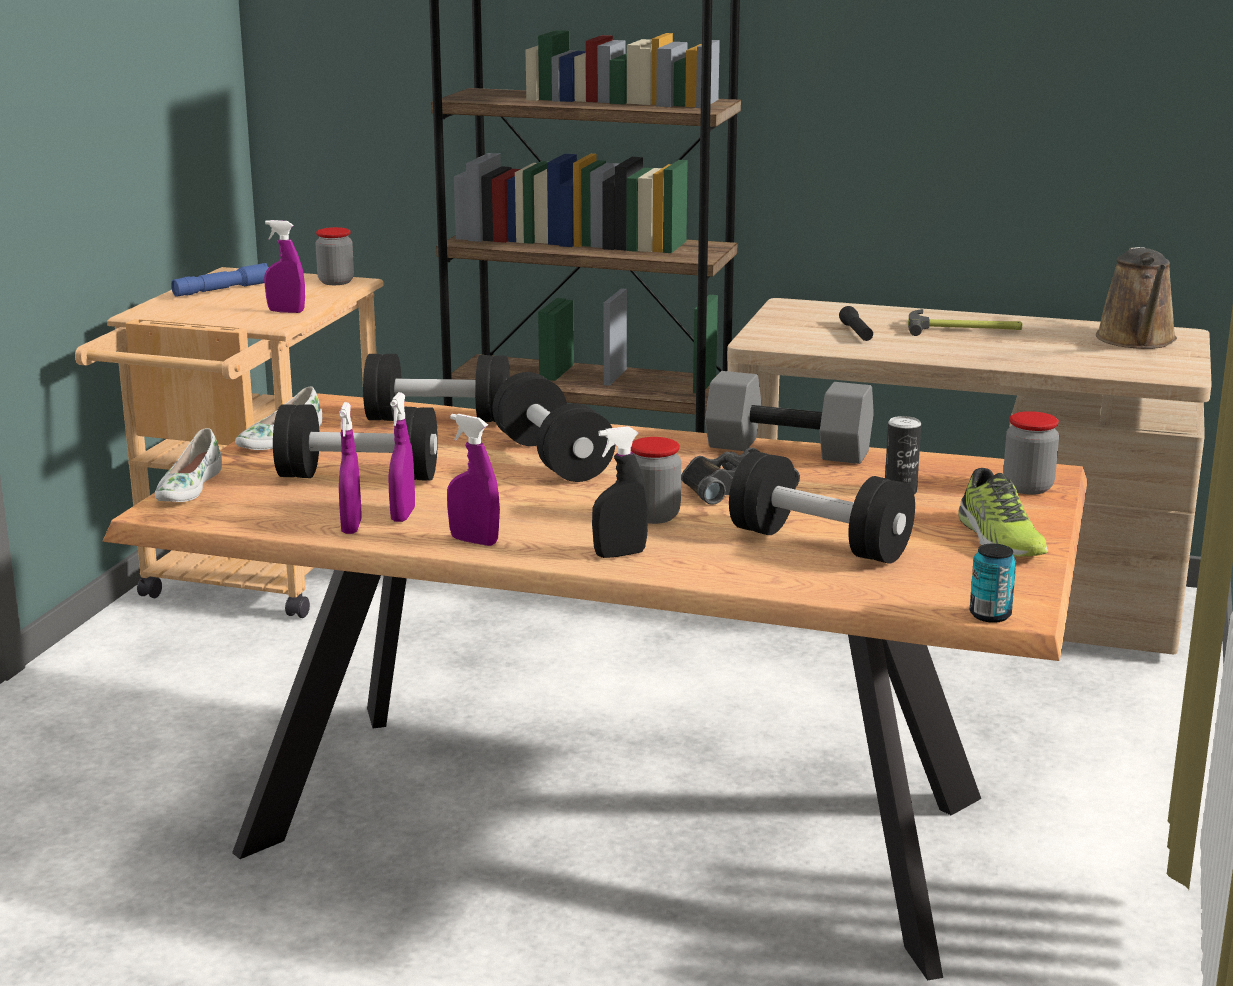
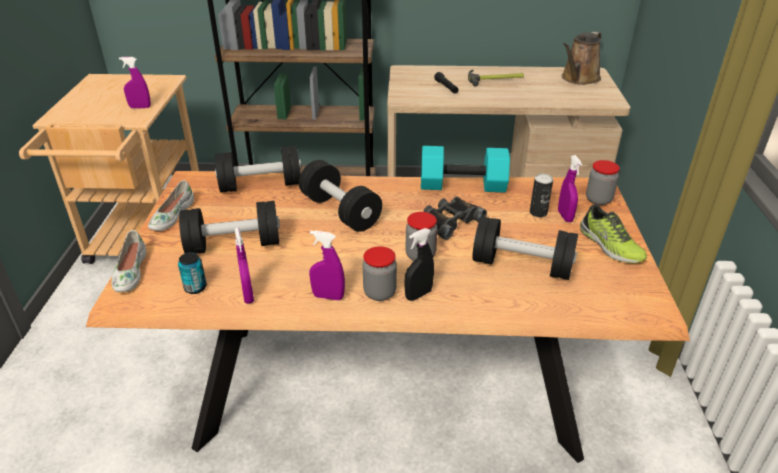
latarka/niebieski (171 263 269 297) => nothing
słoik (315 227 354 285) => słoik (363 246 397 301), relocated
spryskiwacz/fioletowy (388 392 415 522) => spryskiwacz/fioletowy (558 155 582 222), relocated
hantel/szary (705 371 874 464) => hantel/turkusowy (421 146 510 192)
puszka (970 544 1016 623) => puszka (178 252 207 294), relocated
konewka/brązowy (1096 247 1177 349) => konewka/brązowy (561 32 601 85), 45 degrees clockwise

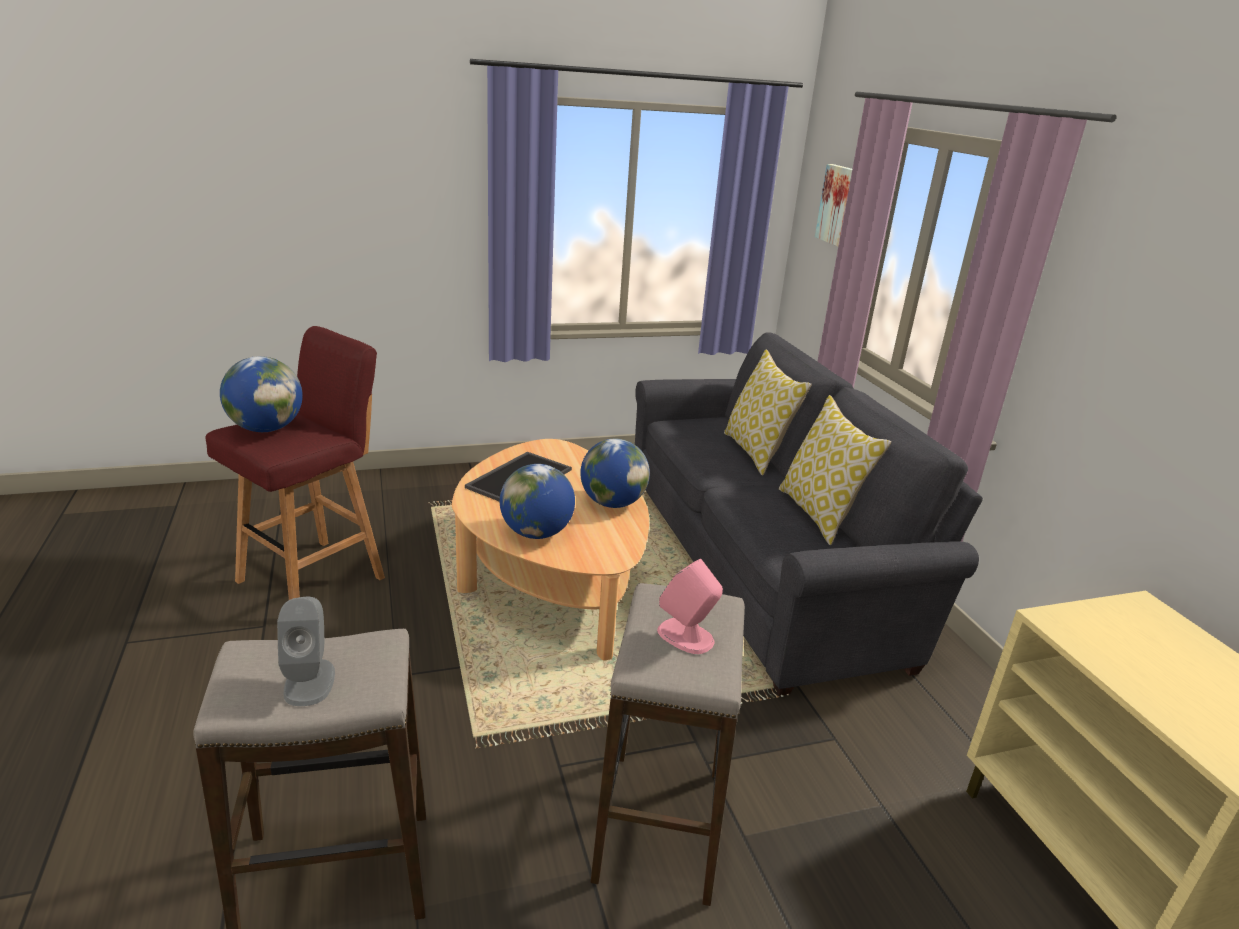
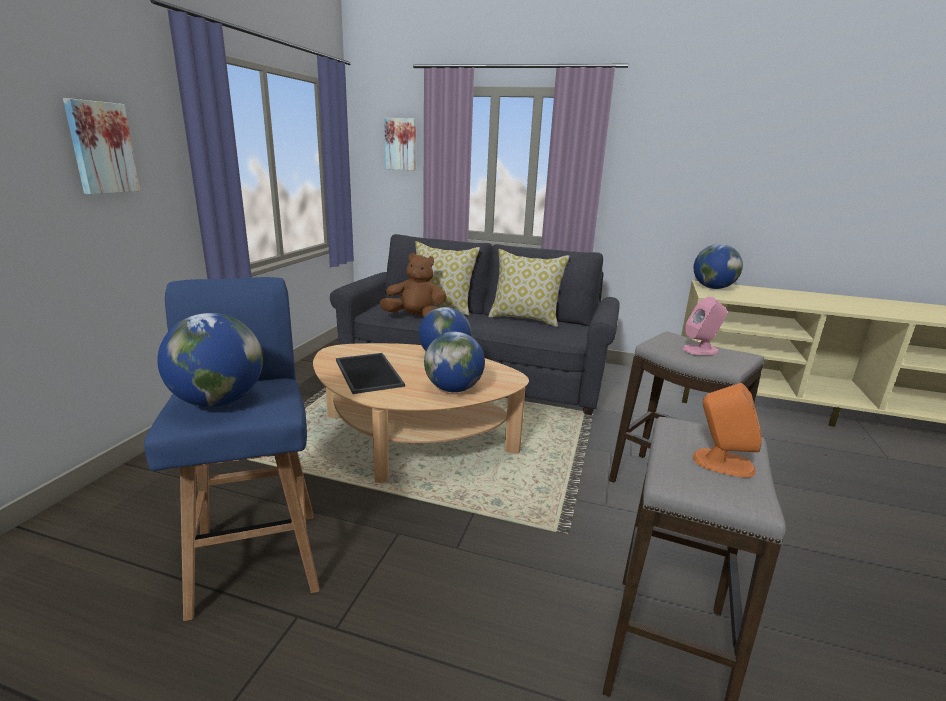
stołek/czerwony (206 326 385 600) => stołek/niebieski (144 277 319 621)
głośnik/szary (277 596 335 706) => głośnik/pomarańczowy (693 383 762 477)
nothing => obraz (63 98 140 194)
nothing => pluszak/brązowy (380 253 447 318)
nothing => globus (694 244 743 289)

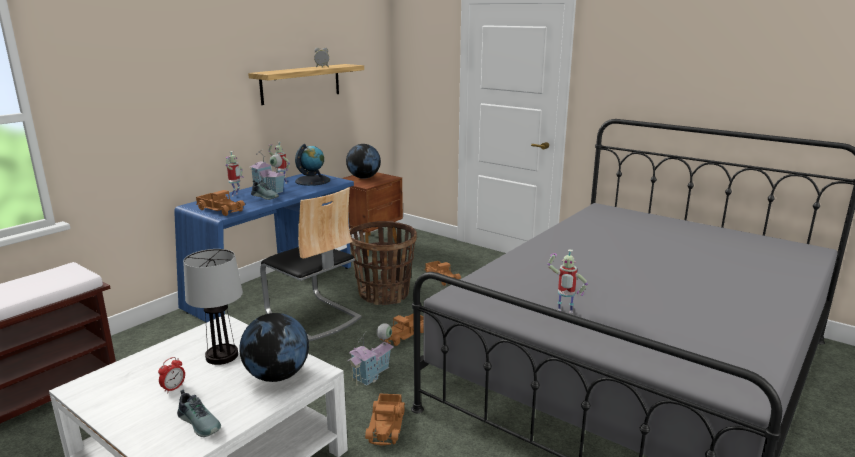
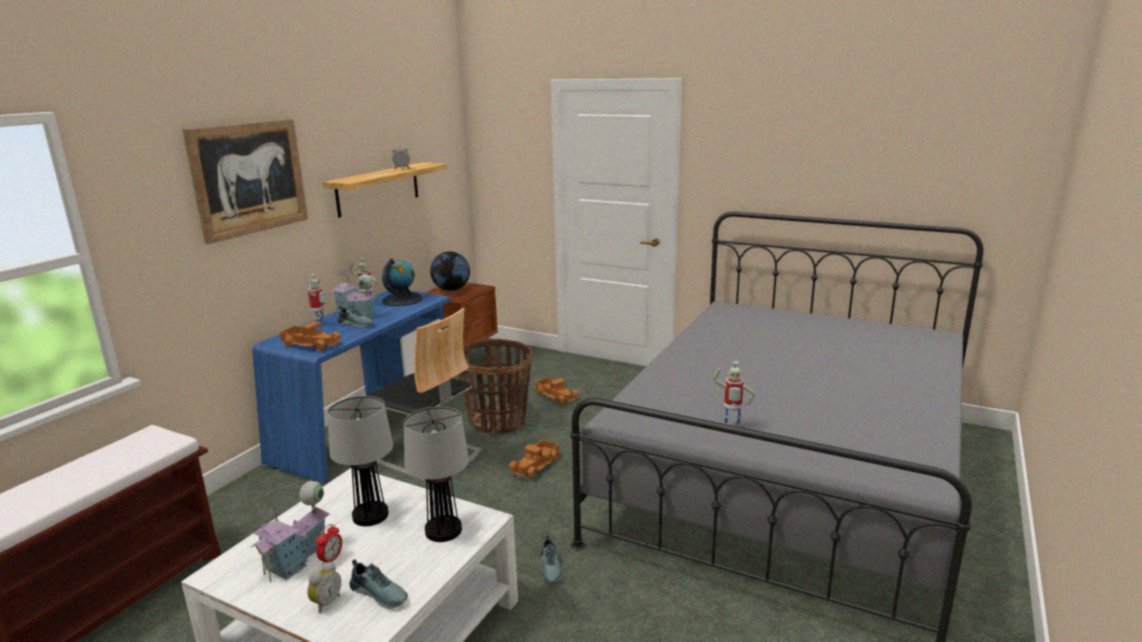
globus (239 313 309 382) => lampa stołowa (404 407 469 542)
domek (348 323 394 386) => domek (251 481 330 582), relocated
ciężarówka zabawkowa (365 393 405 445) => but (541 535 563 583)
nothing => obraz (182 119 308 244)
nothing => budzik (307 562 341 613)

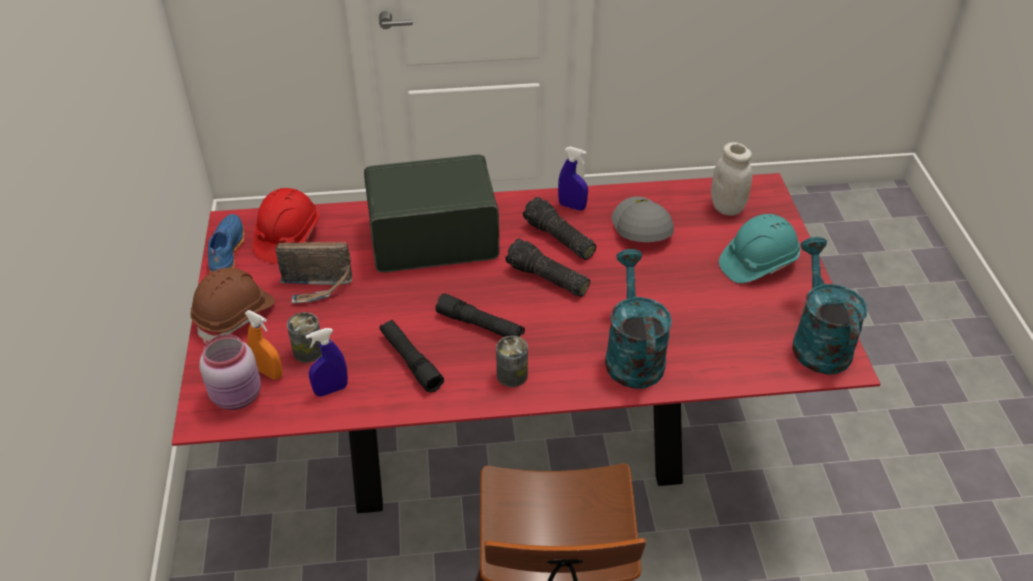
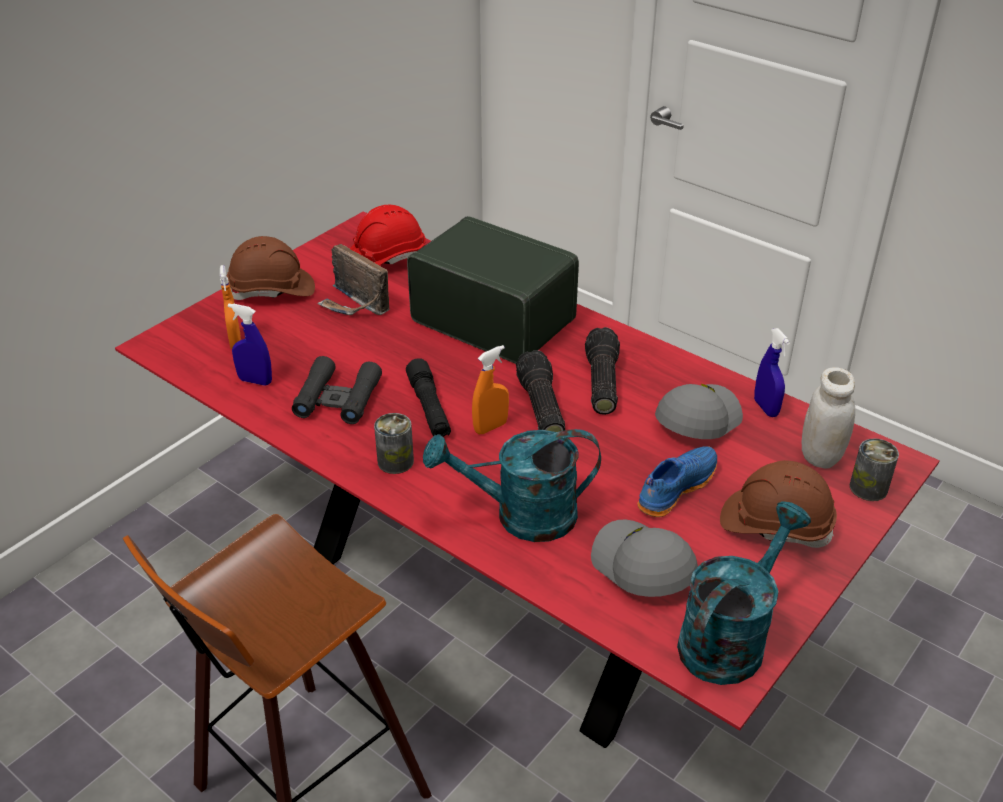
słoik/różowy (200 334 261 410) => nothing
but/niebieski (208 214 244 273) => but/niebieski (637 446 717 517), relocated
puszka (287 312 322 363) => puszka (849 438 899 501), relocated
latarka/czarny (380 319 444 393) => lornetka/czarny (292 356 382 424)
spryskiwacz/niebieski (558 147 588 211) => spryskiwacz/niebieski (754 328 790 417), relocated
konewka/turkusowy (605 249 672 389) => konewka/turkusowy (423 429 601 542), 135 degrees counterclockwise
kask/turkusowy (719 214 800 283) => kask/brązowy (720 460 837 548)
nothing => spryskiwacz/pomarańczowy (472 345 509 434)
nothing => czapka z daszkiem/szary (591 519 698 597)

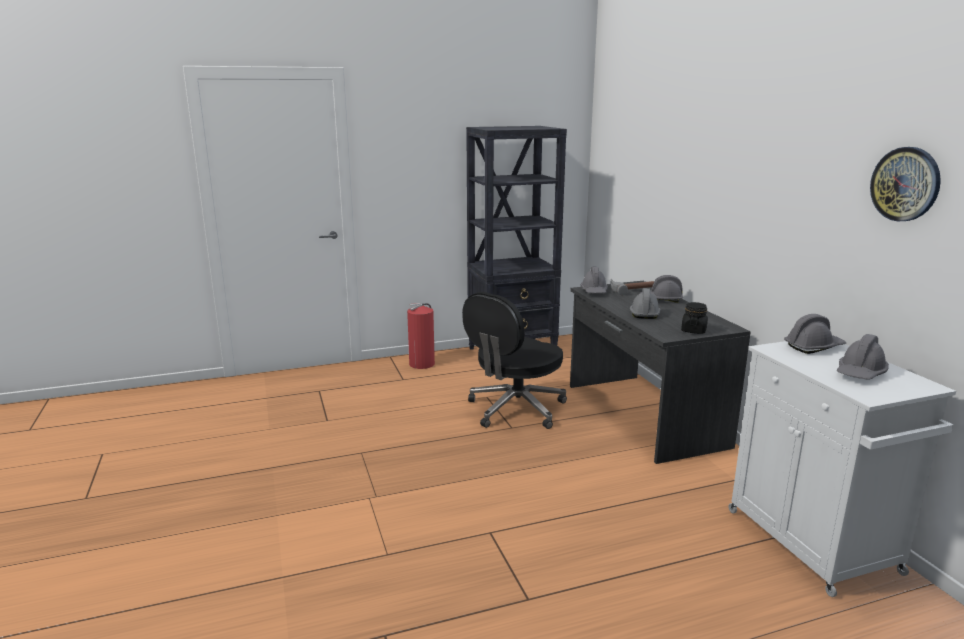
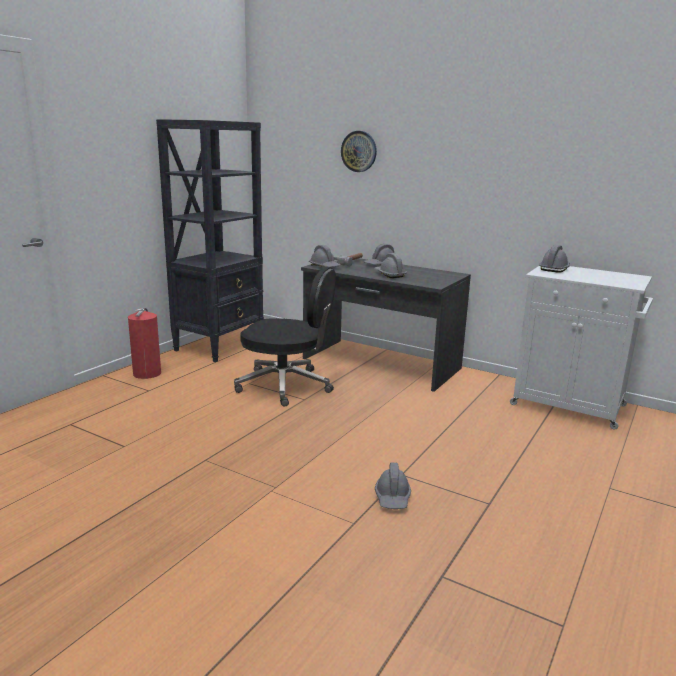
krzesło biurowe/czarny (462 292 567 429) => krzesło biurowe/czarny (234 267 336 407), 75 degrees counterclockwise
słoik/czarny (681 302 708 334) => nothing
kask/szary (837 334 889 380) => kask/szary (375 463 411 509), relocated
zegar ścienny (870 147 941 221) => zegar ścienny (341 131 377 172), relocated

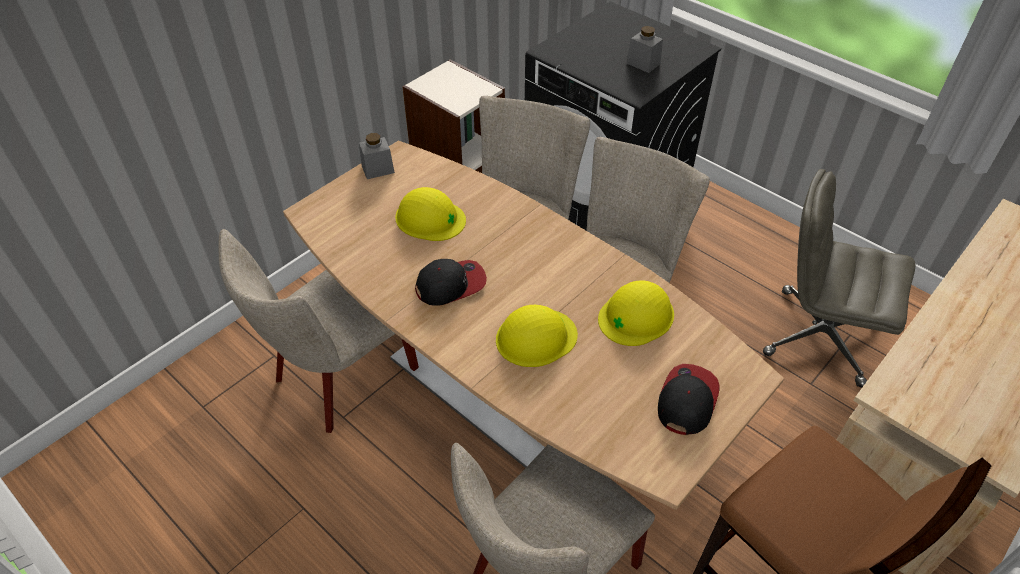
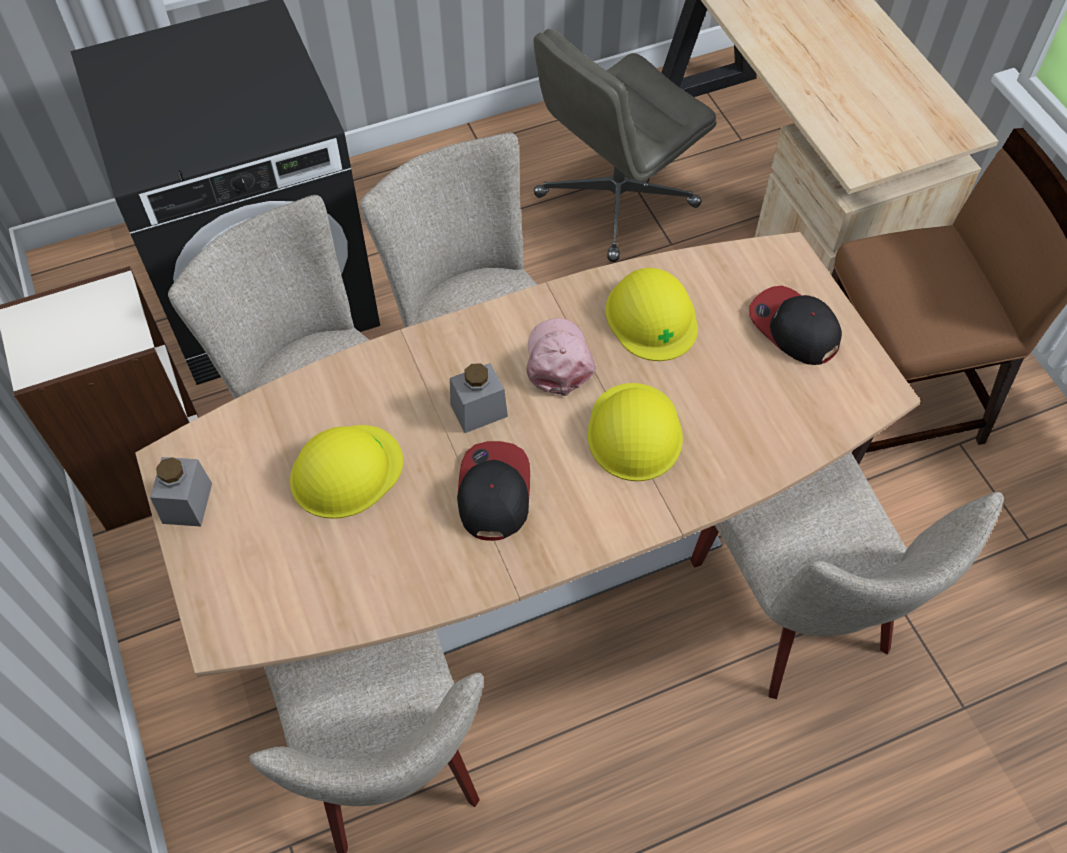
słoik/szary (626 26 663 73) => słoik/szary (450 363 508 433), relocated
nothing => czapka z daszkiem/różowy (526 318 596 396)

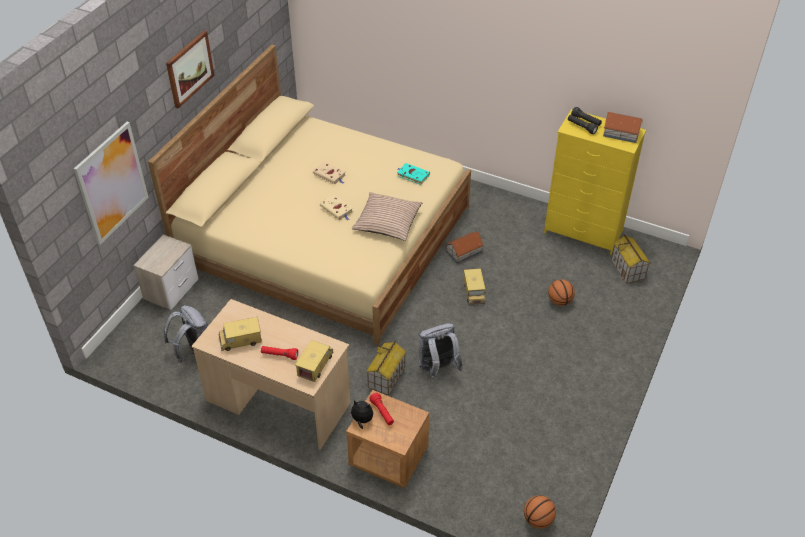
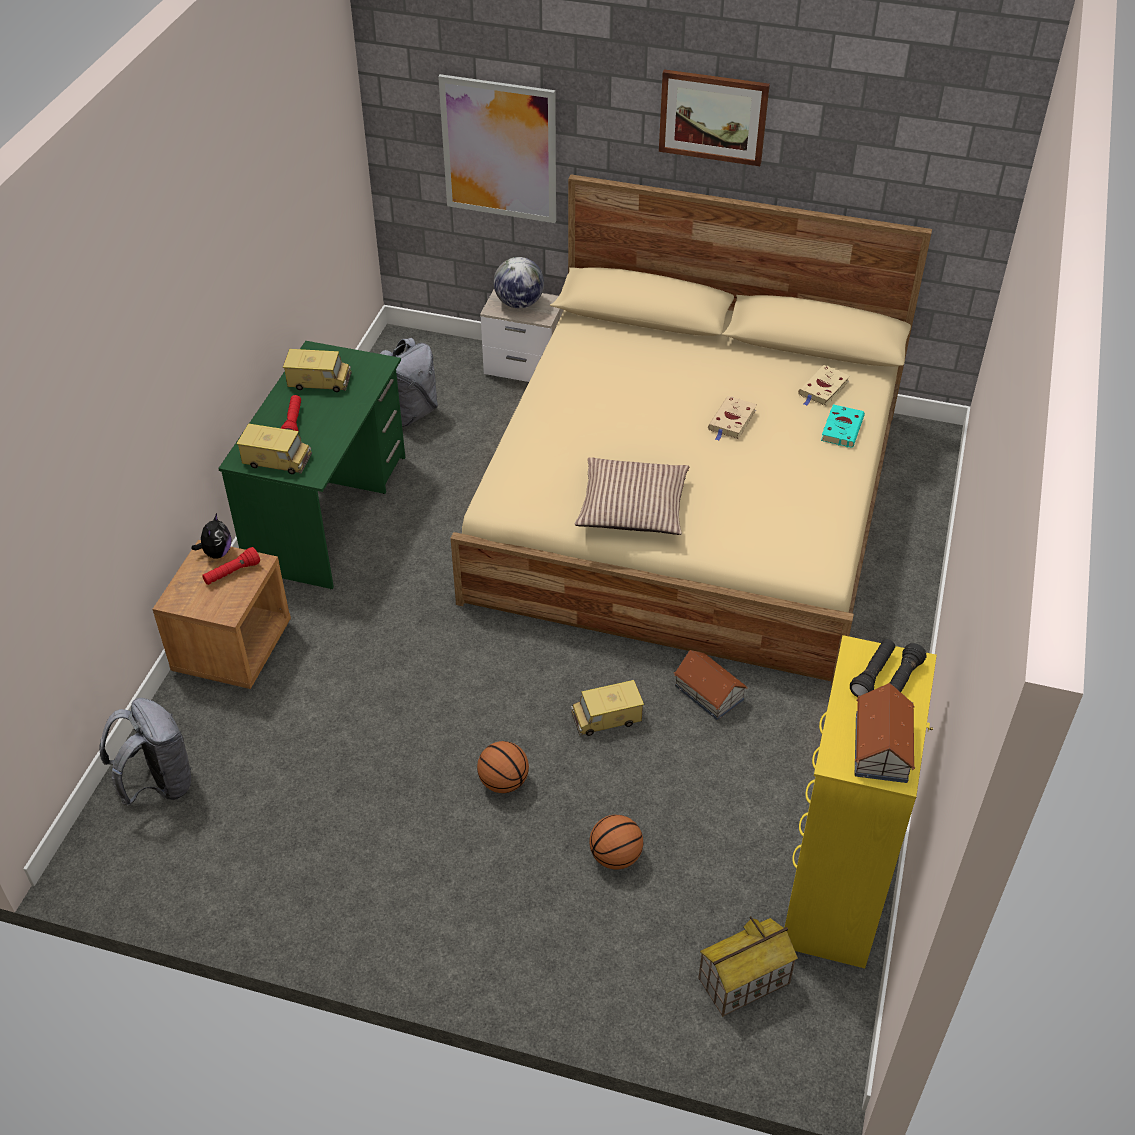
biurko/beżowy (191 299 351 450) => biurko/zielony (218 341 405 589)
ciężarówka zabawkowa (218 317 262 351) => ciężarówka zabawkowa (283 349 352 392), 120 degrees clockwise
książka/beżowy (320 195 353 220) => książka/beżowy (798 365 850 406), relocated
domek (366 341 406 396) => nothing
książka/turkusowy (397 163 430 185) => książka/turkusowy (821 404 865 448), relocated
plecak/szary (419 323 463 380) => plecak/szary (100 698 192 806), relocated
piłka do koszykówki (524 495 556 528) => piłka do koszykówki (477 741 529 793), relocated
nothing => globus (494 257 544 308)

